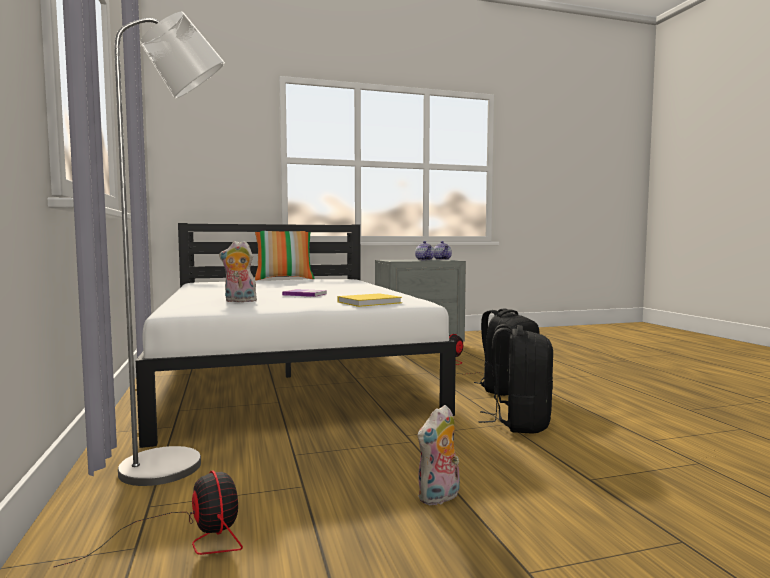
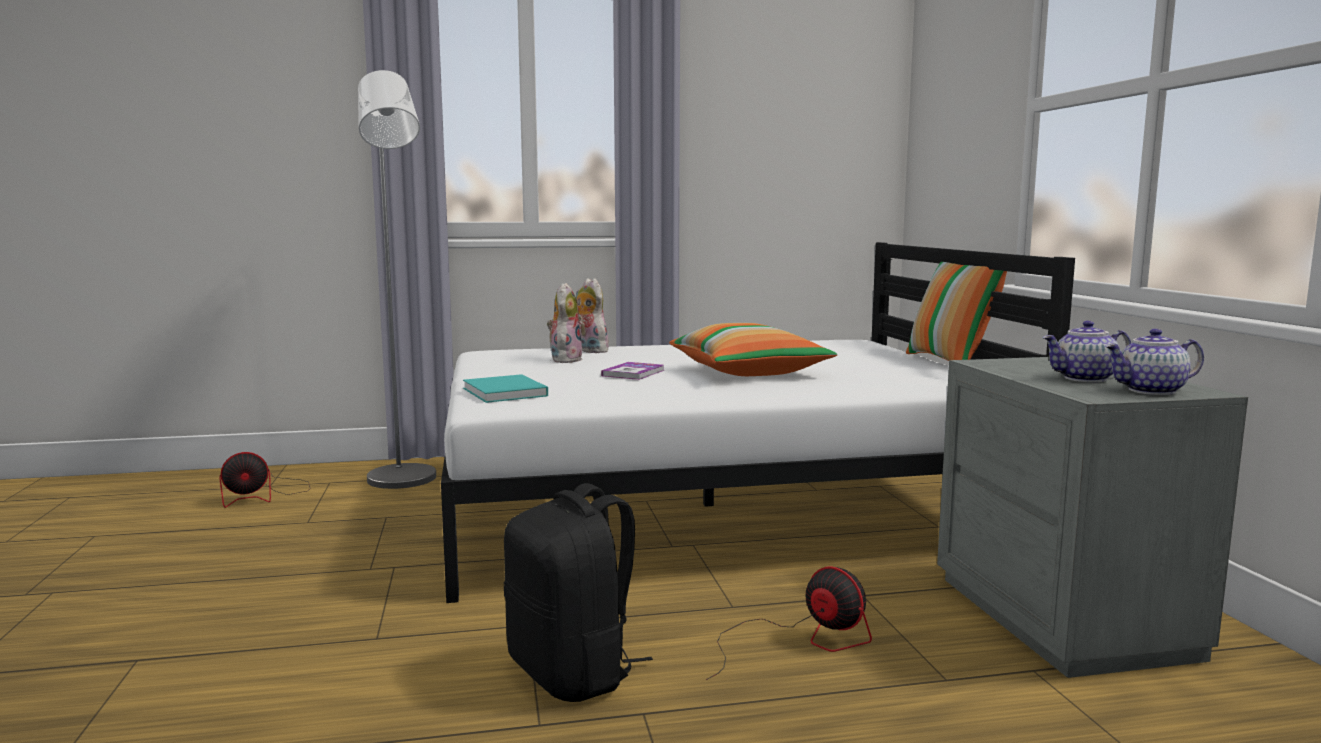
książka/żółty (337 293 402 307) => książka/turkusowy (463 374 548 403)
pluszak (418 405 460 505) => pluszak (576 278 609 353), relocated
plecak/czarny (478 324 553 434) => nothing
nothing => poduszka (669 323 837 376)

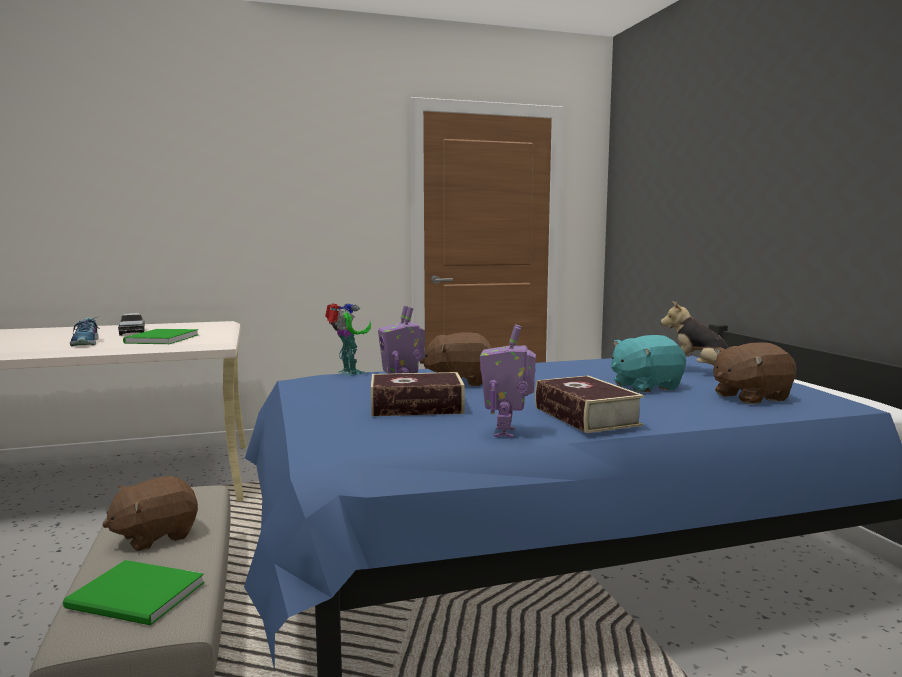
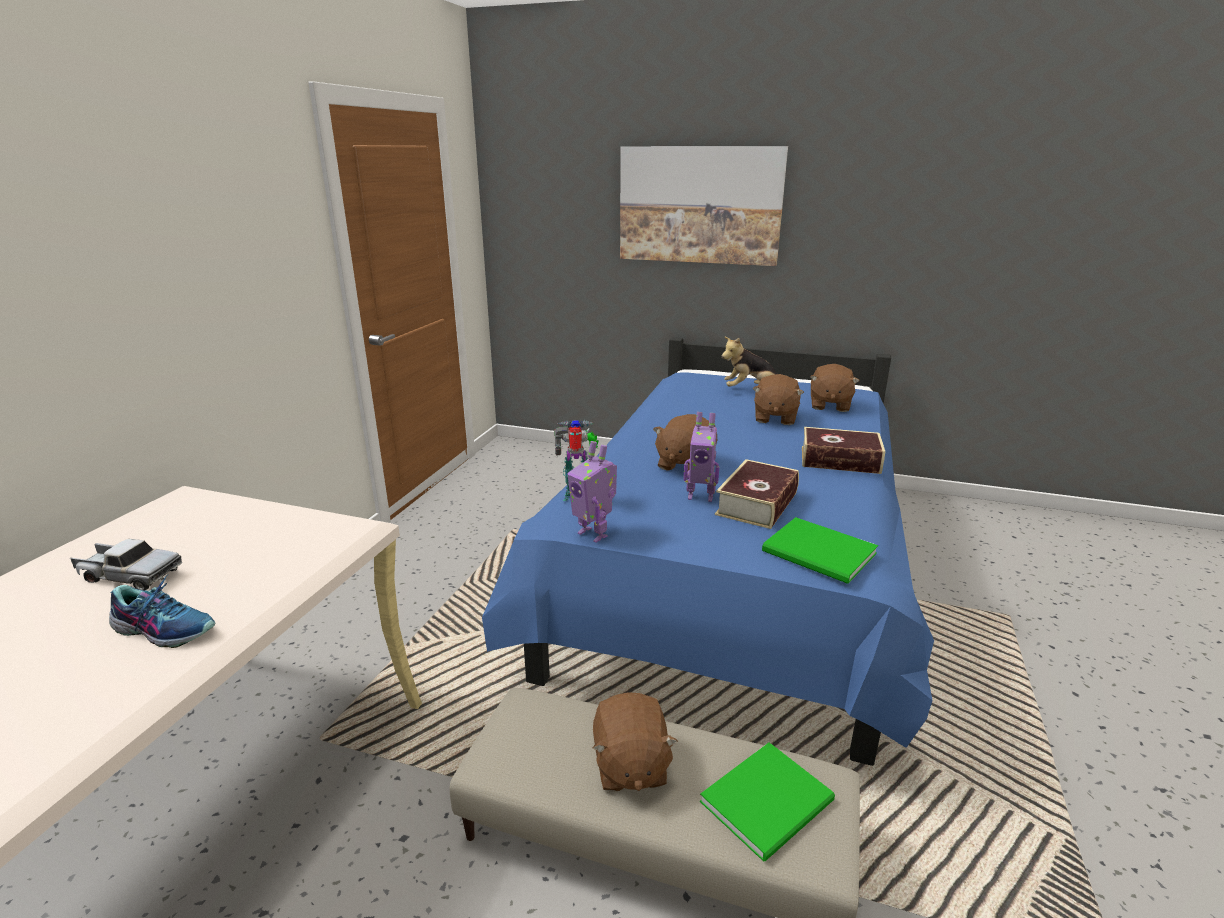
książka/zielony (123 329 198 344) => książka/zielony (762 517 878 584), relocated
robot zabawkowy (480 324 536 437) => robot zabawkowy (567 441 617 542), relocated
pluszak/turkusowy (611 335 686 393) => pluszak/brązowy (753 374 804 425)
nothing => obraz (620 146 788 266)

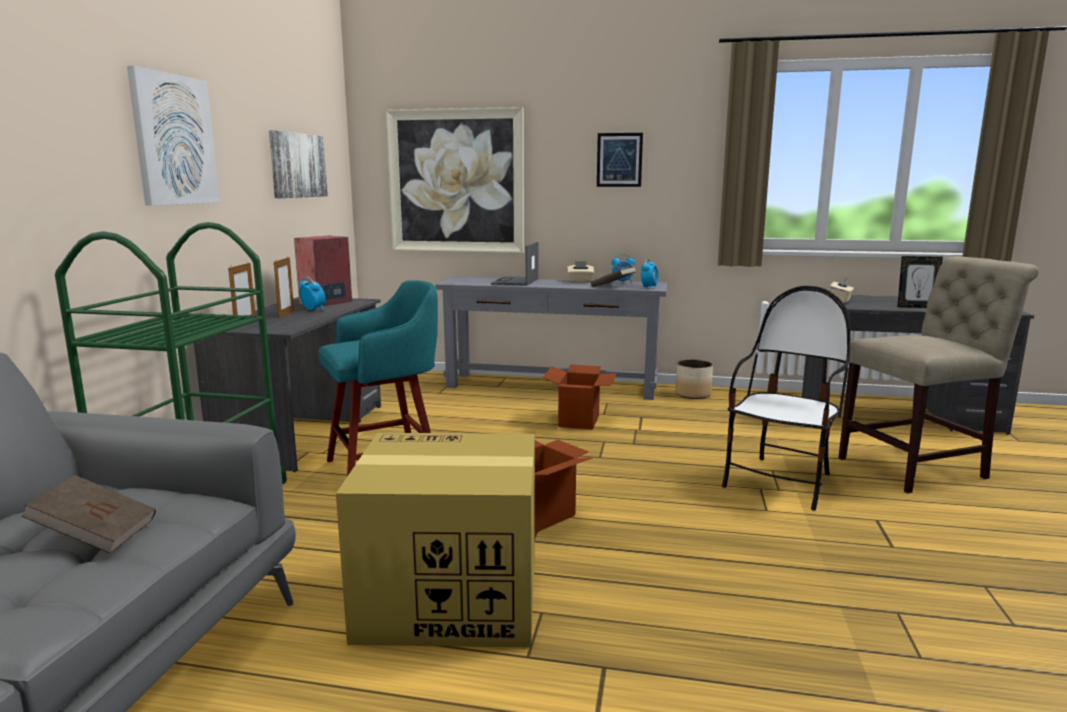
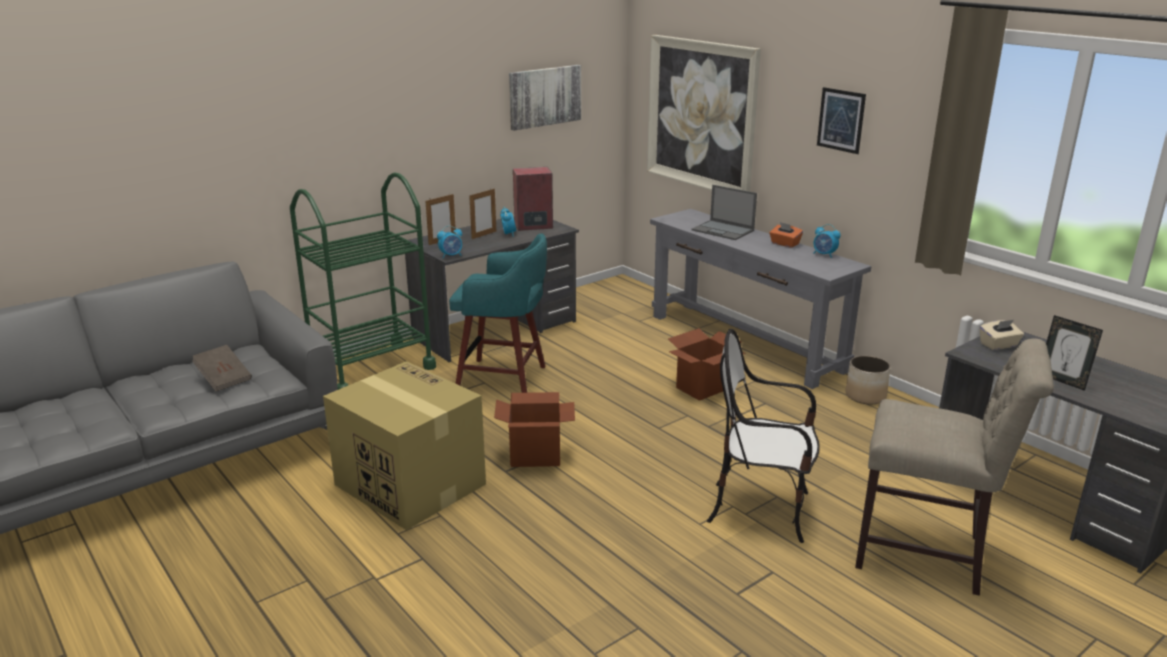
obraz (127 66 220 206) => nothing
laptop (491 242 538 286) => laptop (692 185 757 240), 105 degrees counterclockwise
pudełko chusteczek/beżowy (567 261 594 282) => pudełko chusteczek/pomarańczowy (769 222 803 248)
książka/brązowy (591 266 637 287) => nothing
budzik (641 258 659 289) => budzik (437 226 462 258), relocated
krzesło (722 286 851 511) => krzesło (707 329 820 543), 150 degrees counterclockwise

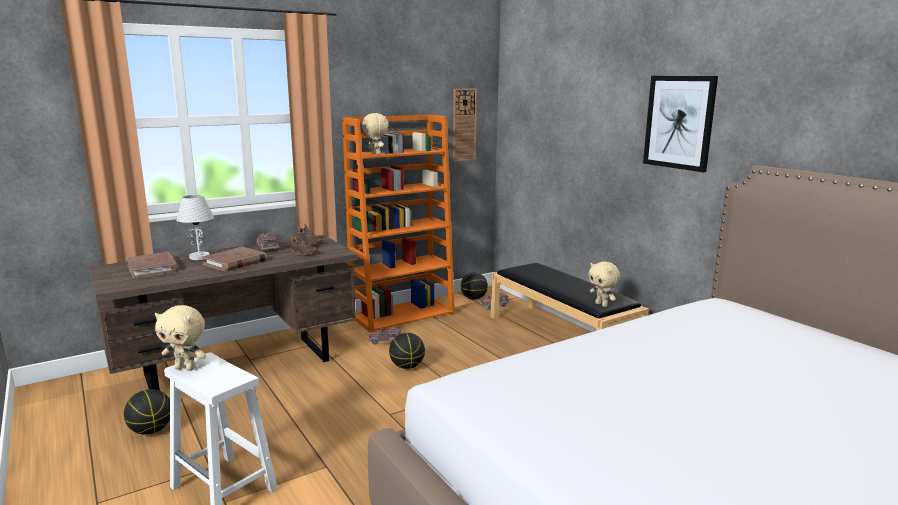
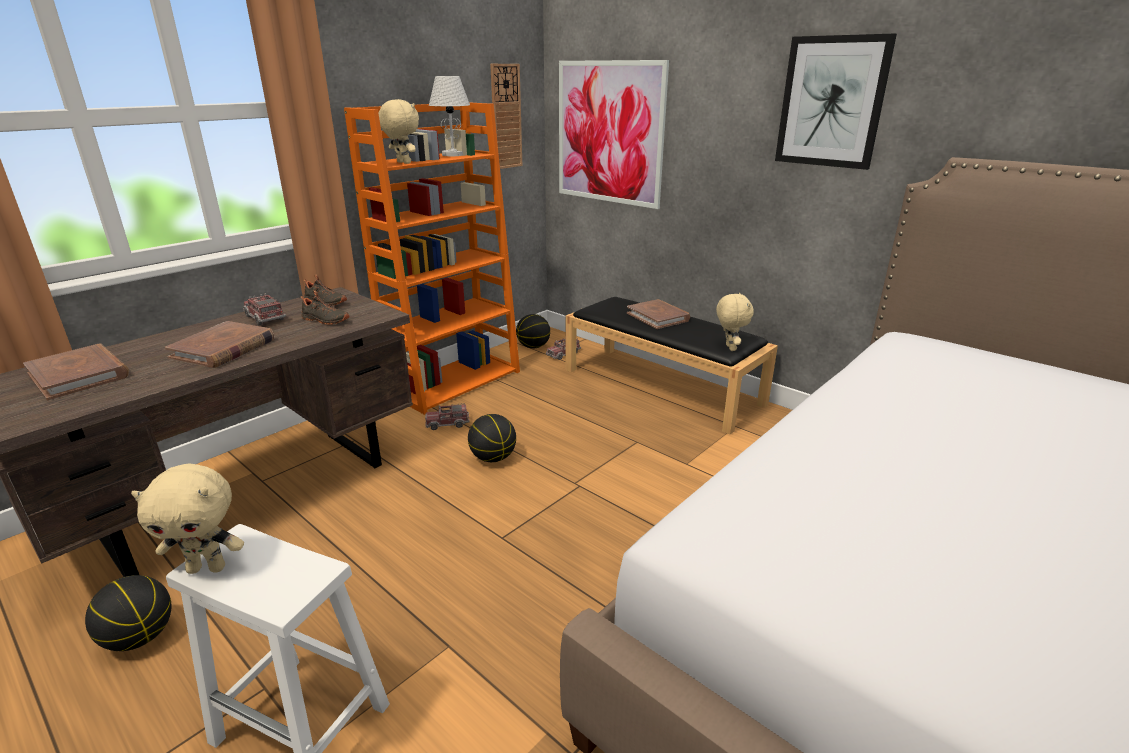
lampa stołowa/biały (176 195 214 260) => lampa stołowa/biały (429 76 470 156), relocated
pluszak/beżowy (589 261 620 307) => pluszak/beżowy (716 293 754 351), 135 degrees counterclockwise
nothing => obraz (559 60 669 209)
nothing => książka/brązowy (627 299 690 329)

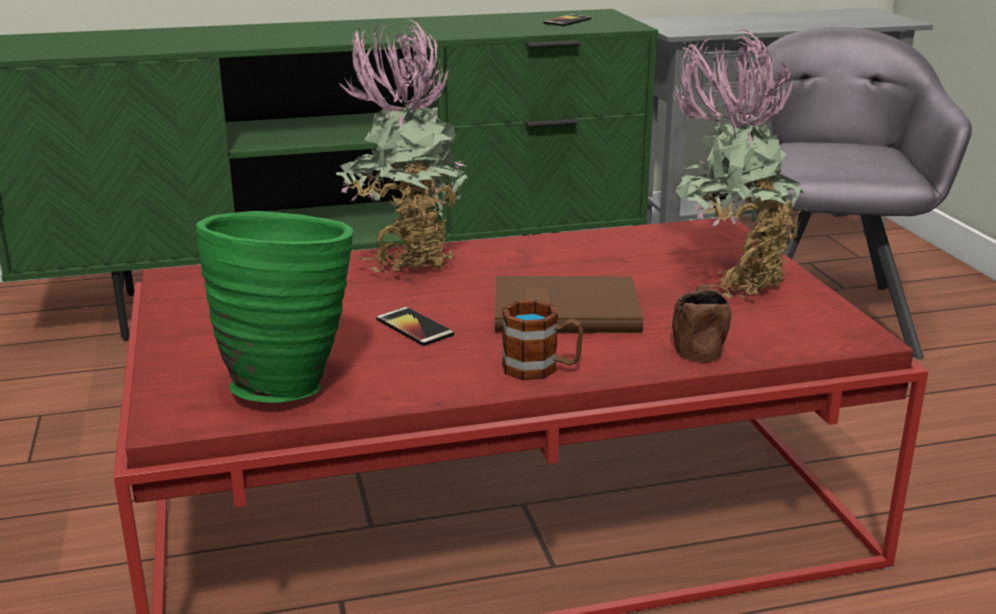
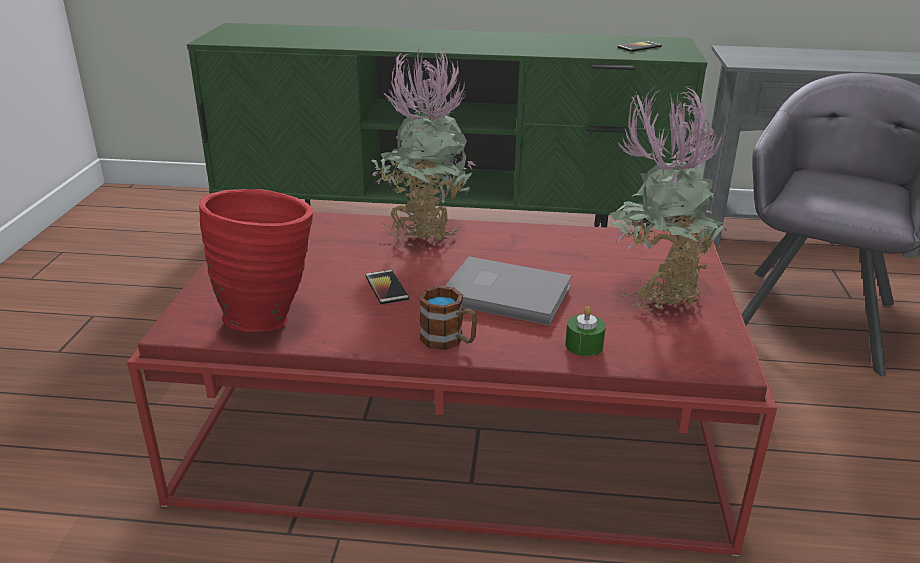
wazon/zielony (196 211 353 403) => wazon/czerwony (199 189 313 332)
książka/brązowy (495 276 643 333) => książka/szary (445 257 572 325)
kubek/brązowy (672 284 732 362) => świeca/zielony (565 306 606 356)

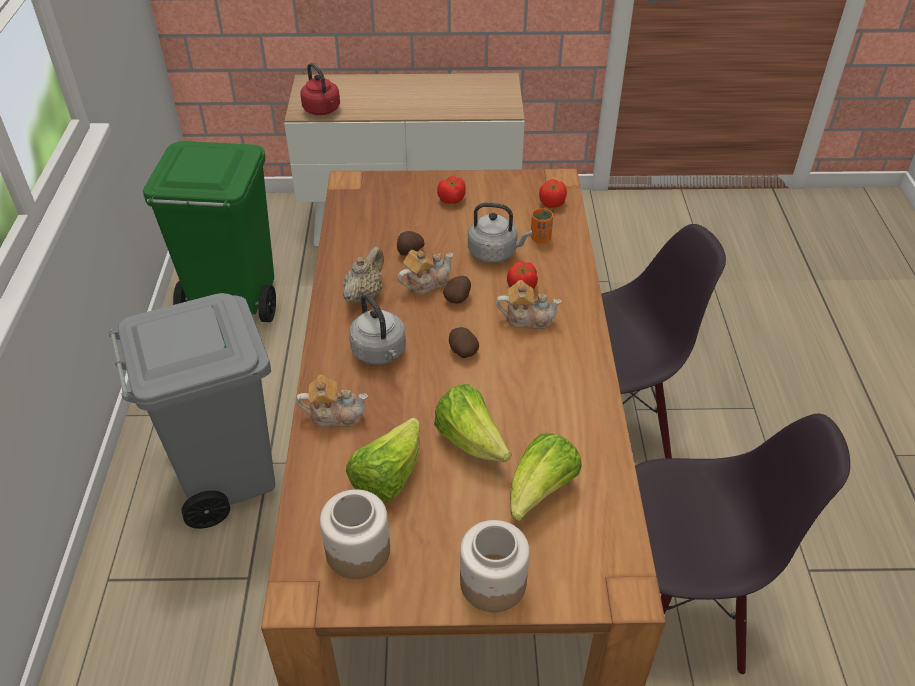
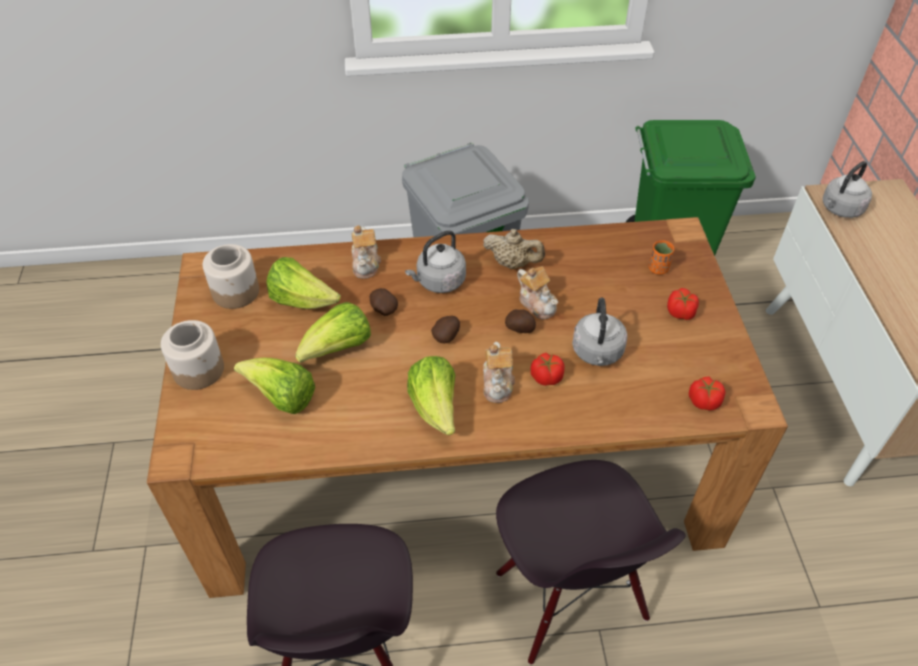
czajnik/czerwony (300 63 340 115) => czajnik/szary (823 161 872 218)
ziemniak (397 231 425 256) => ziemniak (370 288 398 316), relocated
filiżanka/pomarańczowy (531 208 553 243) => filiżanka/pomarańczowy (649 240 674 275), relocated
nothing => sałata (407 356 455 435)

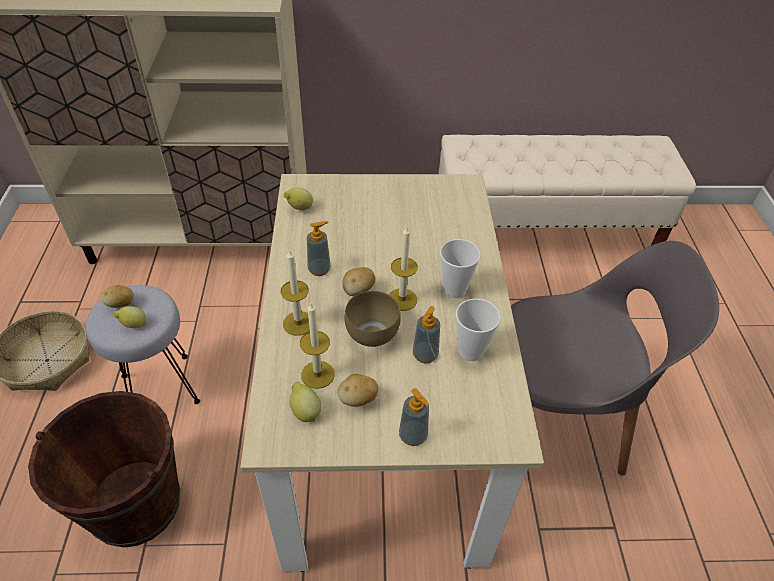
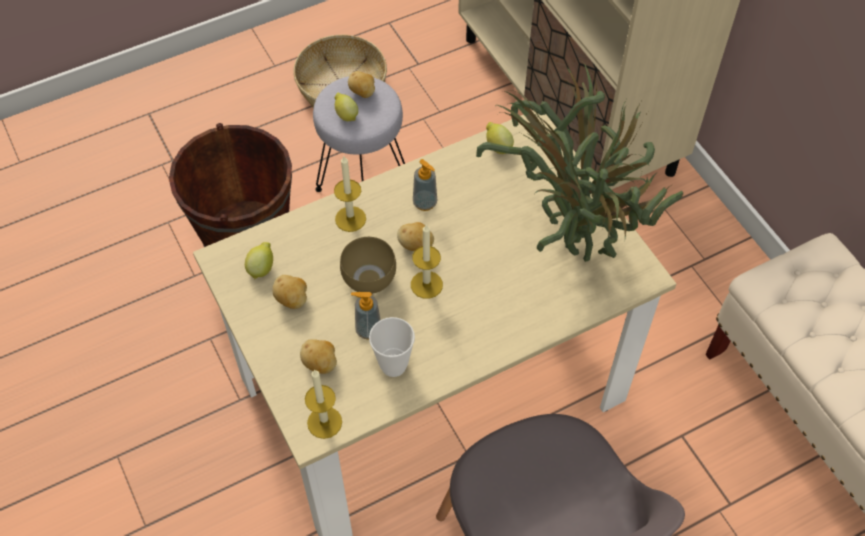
świeca (300 303 335 389) => świeca (305 369 342 439), relocated
dozownik mydła (399 388 429 446) => nothing
filiżanka (440 239 481 298) => nothing
nothing => ziemniak (300 339 337 374)
nothing => roślina doniczkowa (476 61 683 262)

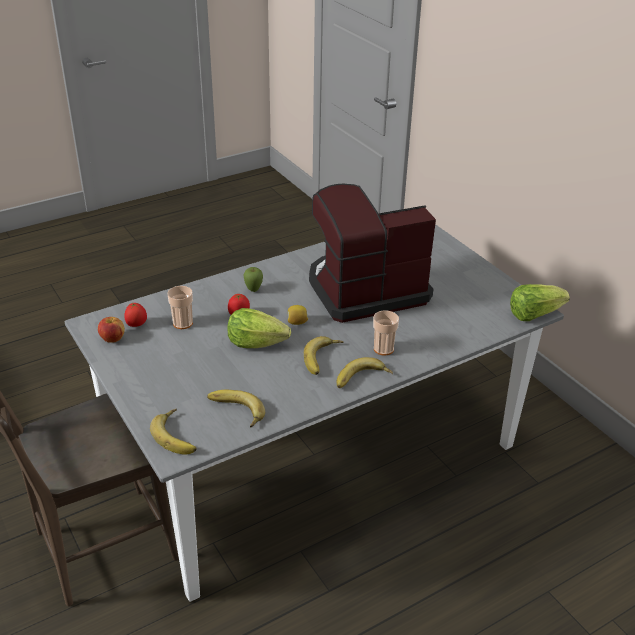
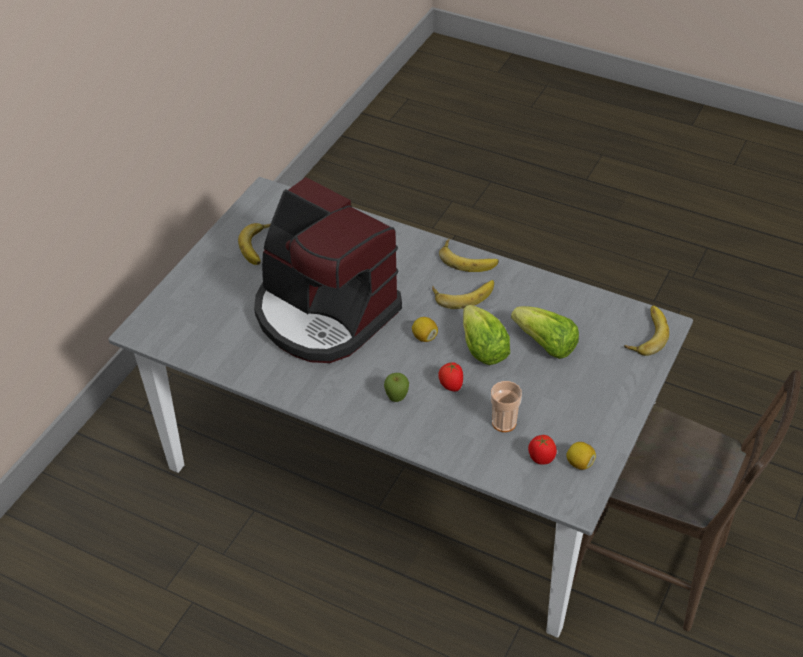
jabłko (98 317 125 343) => cytryna (566 442 596 470)
banan (207 390 265 427) => banan (238 223 270 265), relocated
filiżanka (373 310 399 356) => nothing
sałata (510 284 570 321) => sałata (511 306 579 359), relocated

